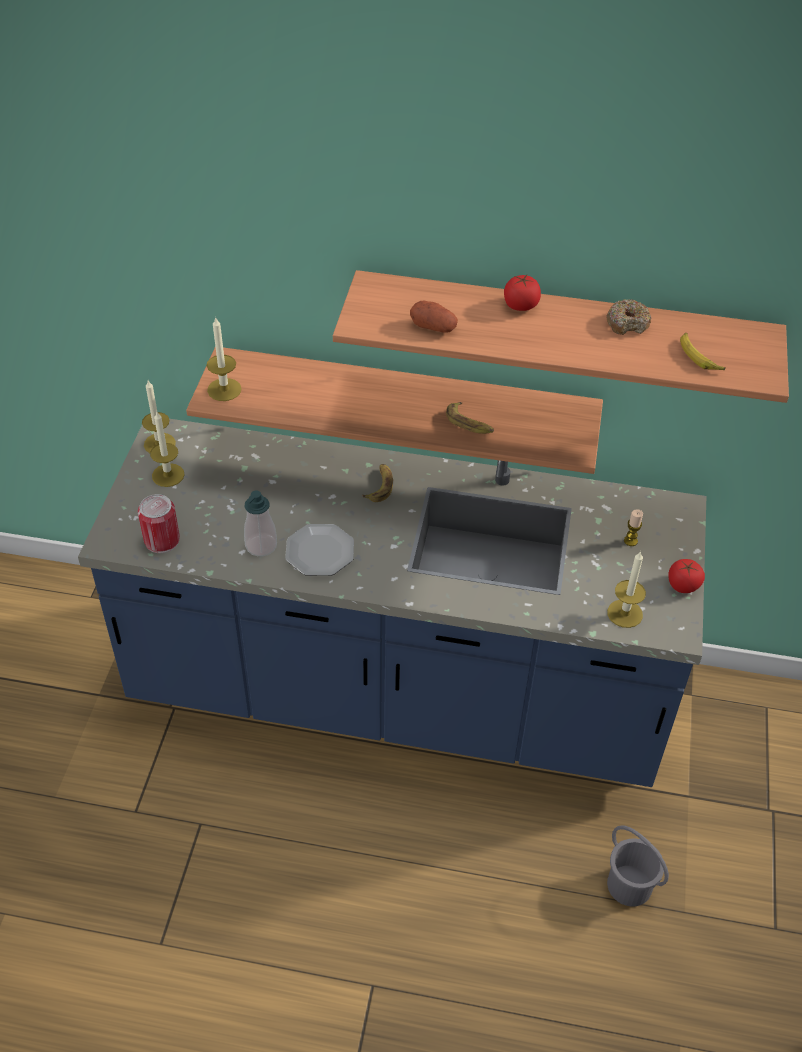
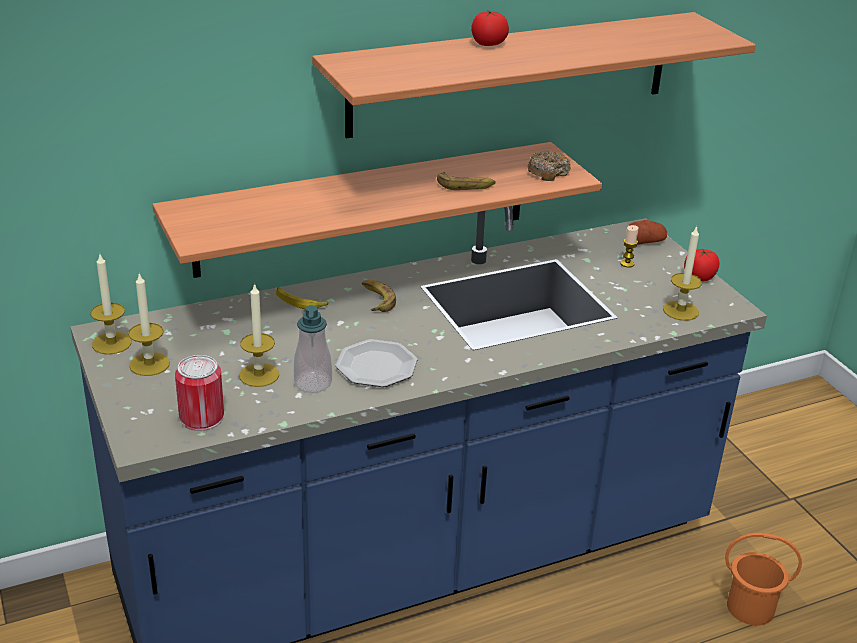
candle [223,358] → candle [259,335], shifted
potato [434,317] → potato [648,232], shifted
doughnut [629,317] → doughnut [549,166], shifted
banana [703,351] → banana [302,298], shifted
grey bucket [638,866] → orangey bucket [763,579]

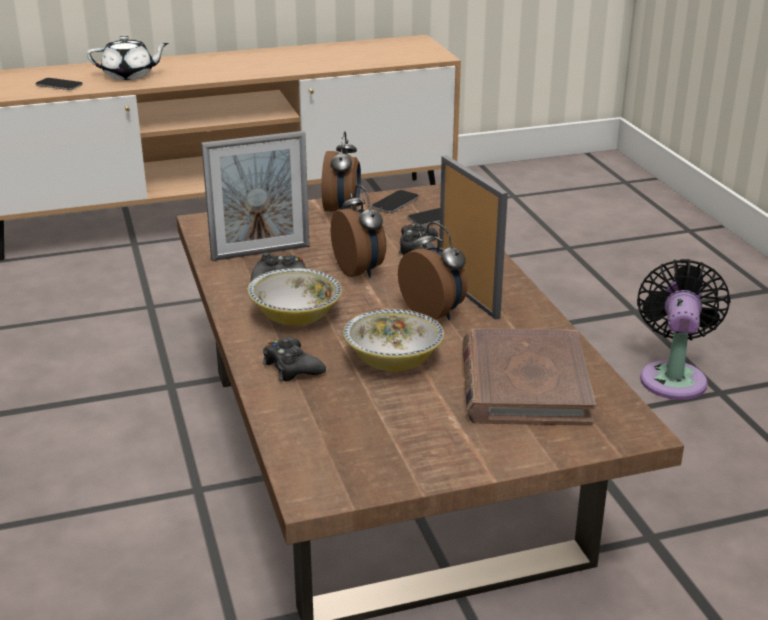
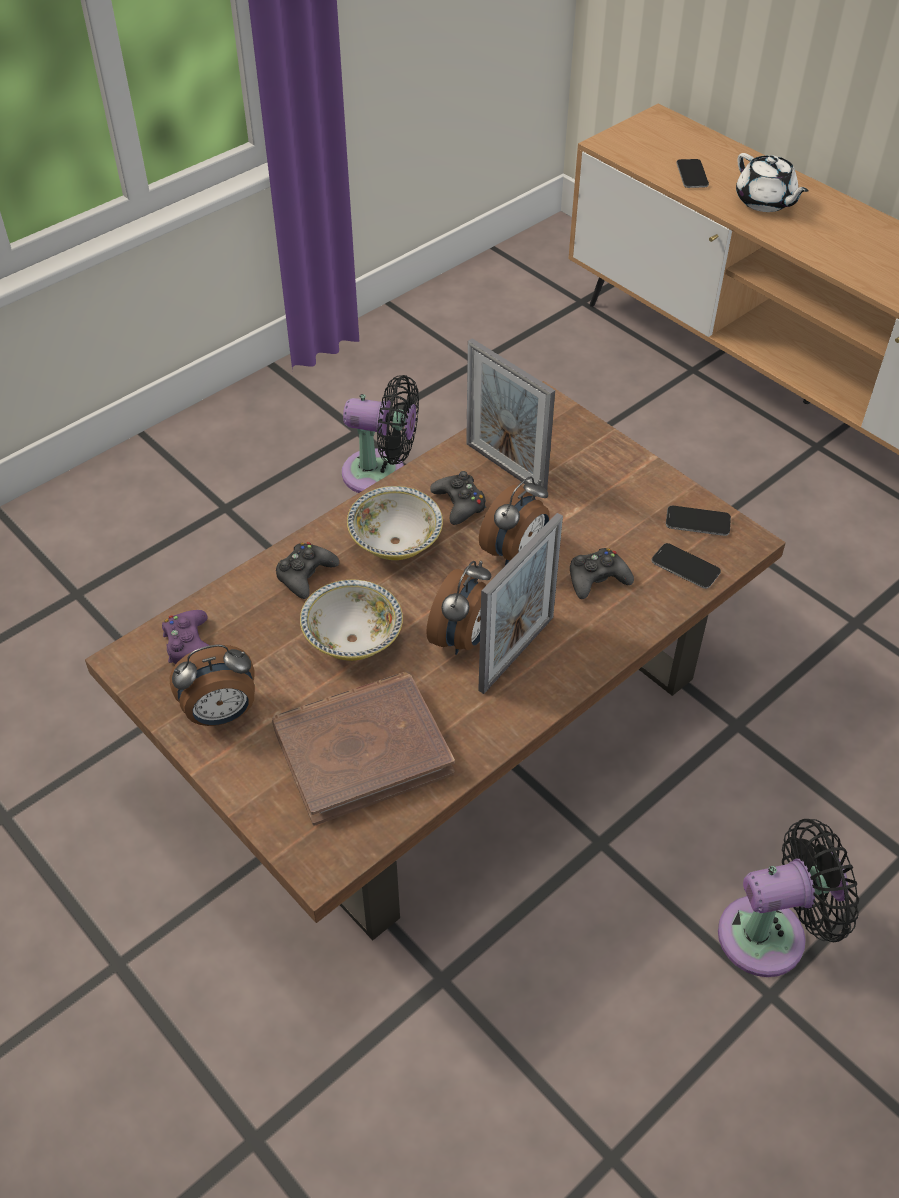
- → purplish gamepad [186,637]
- → blackish fan [380,434]
alarm clock [341,171] → alarm clock [212,685], shifted

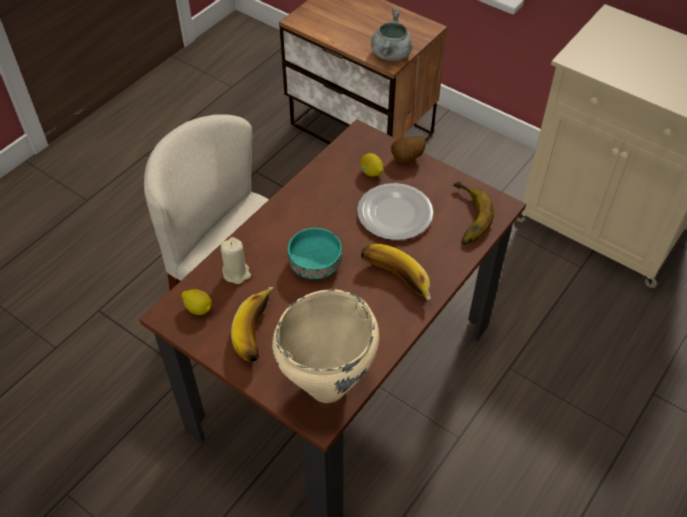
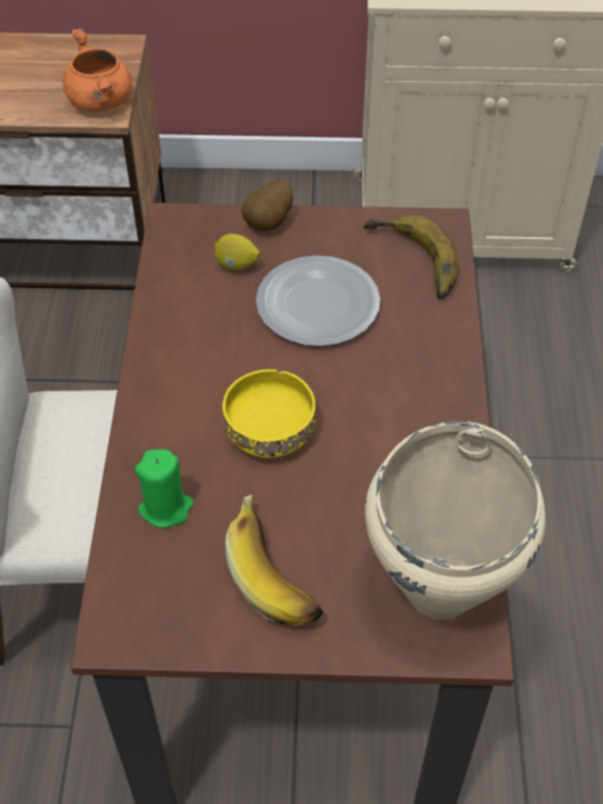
lemon [196,302] → -
banana [396,271] → -
beige-coloured candle [236,260] → green-coloured candle [164,488]
turquoise serving bowl [315,253] → yellow-coloured serving bowl [269,413]
grey saucepot [392,34] → orangey saucepot [97,70]

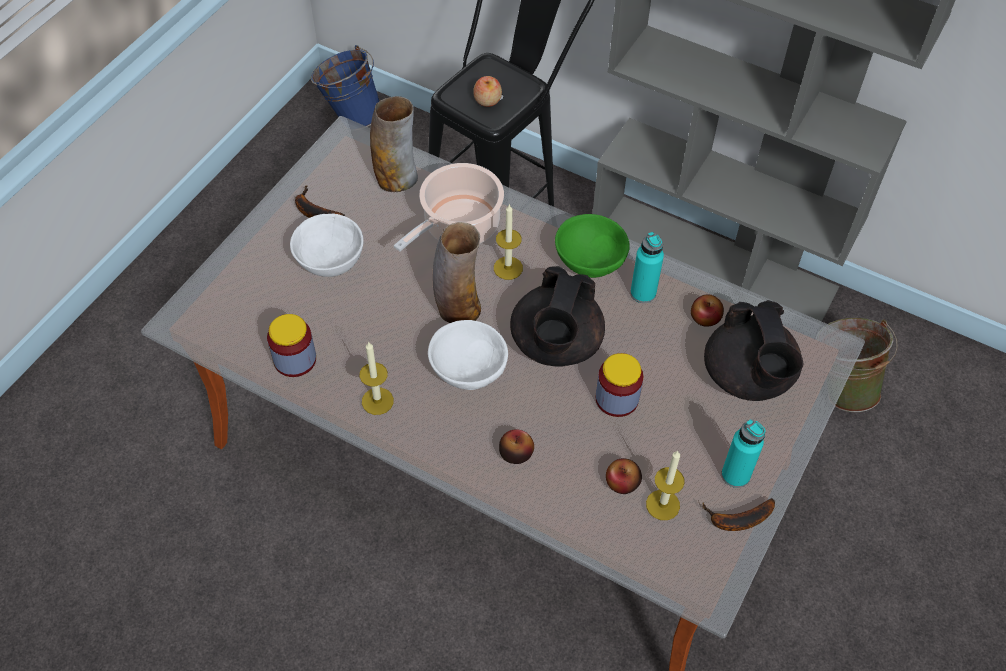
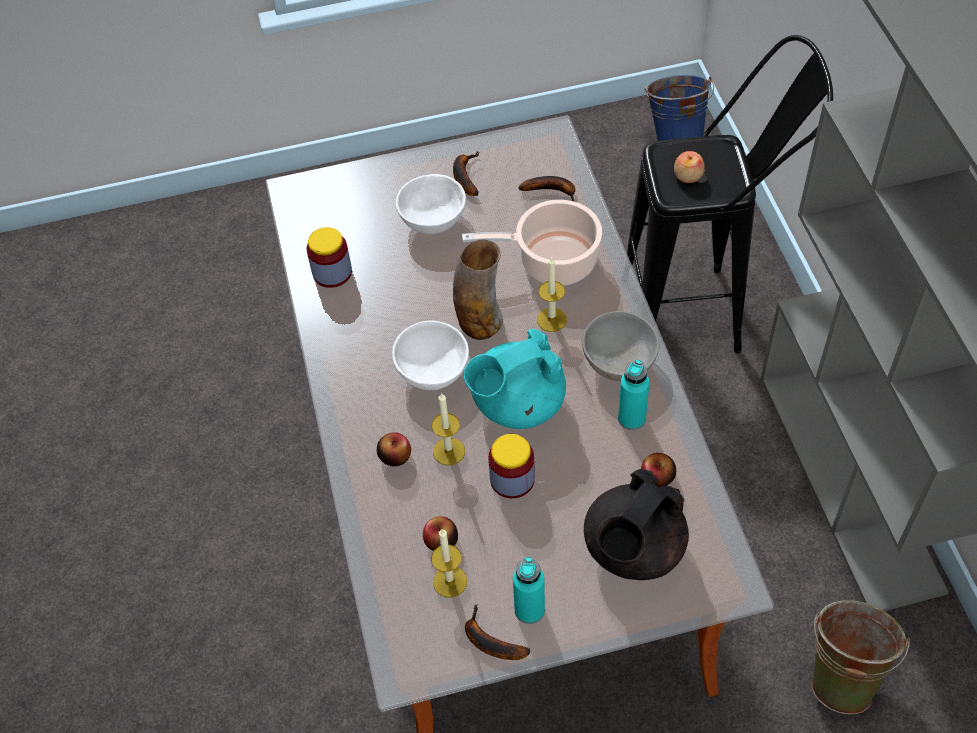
candle [376,378] → candle [448,429], shifted
vase [394,144] → banana [547,188]
blackish pot for tea [557,316] → turquoise pot for tea [515,379]
green-coloured serving bowl [592,246] → grey serving bowl [620,346]

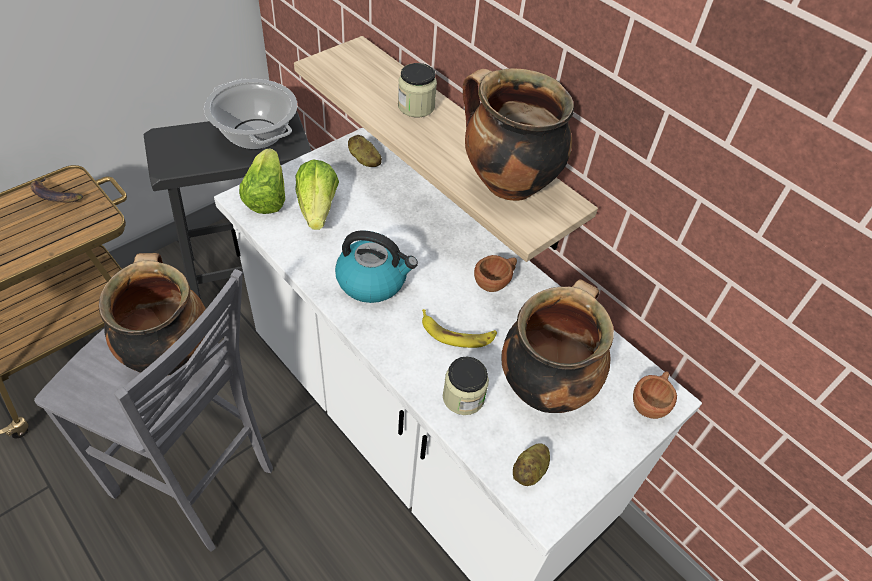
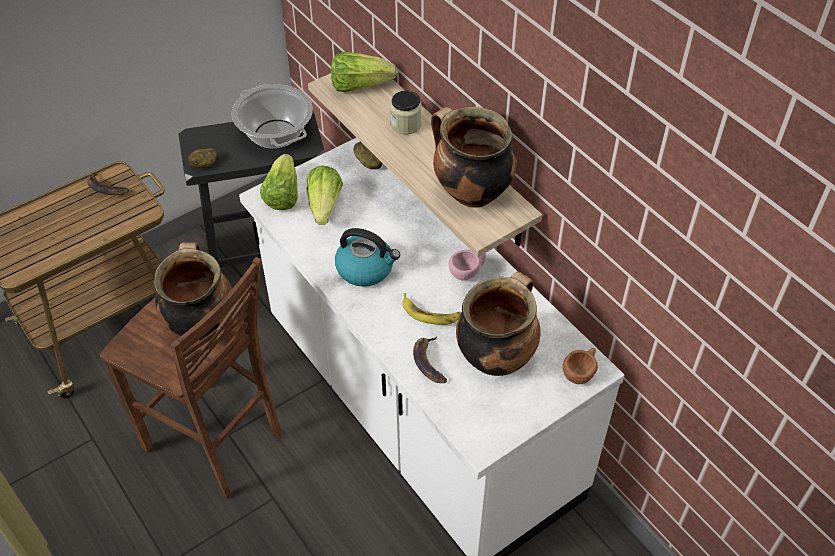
- → head of lettuce [364,72]
potato [531,464] → potato [202,158], shifted
preserve jar [466,386] → banana [430,359]
grey stool [153,410] → brownish stool [191,378]
brownish small cup [495,273] → pinkish small cup [467,265]

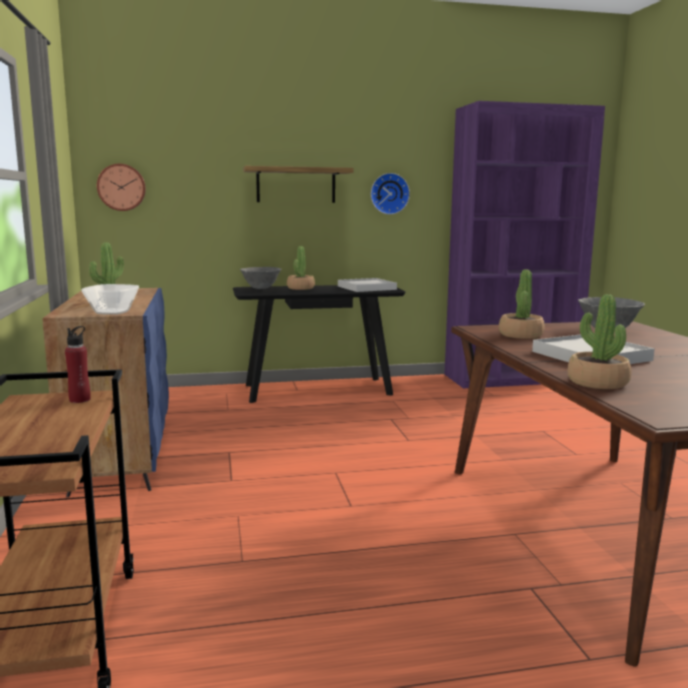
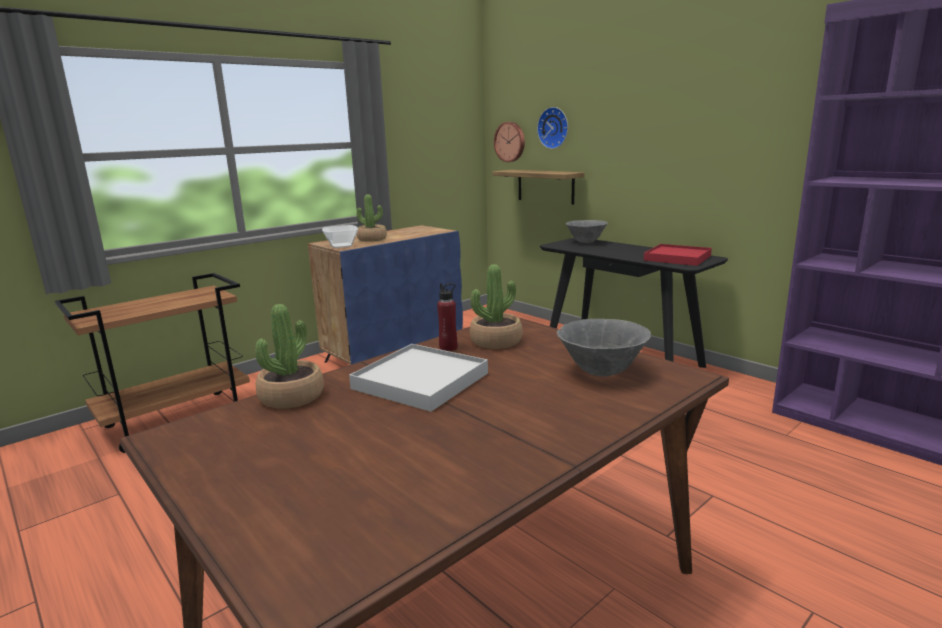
potted plant [301,268] → -
red beverage bottle [78,364] → red beverage bottle [447,317], shifted
wall shelf [298,184] → wall shelf [538,187], shifted
wall clock [390,194] → wall clock [552,128], shifted
white tray [367,285] → red tray [678,255]

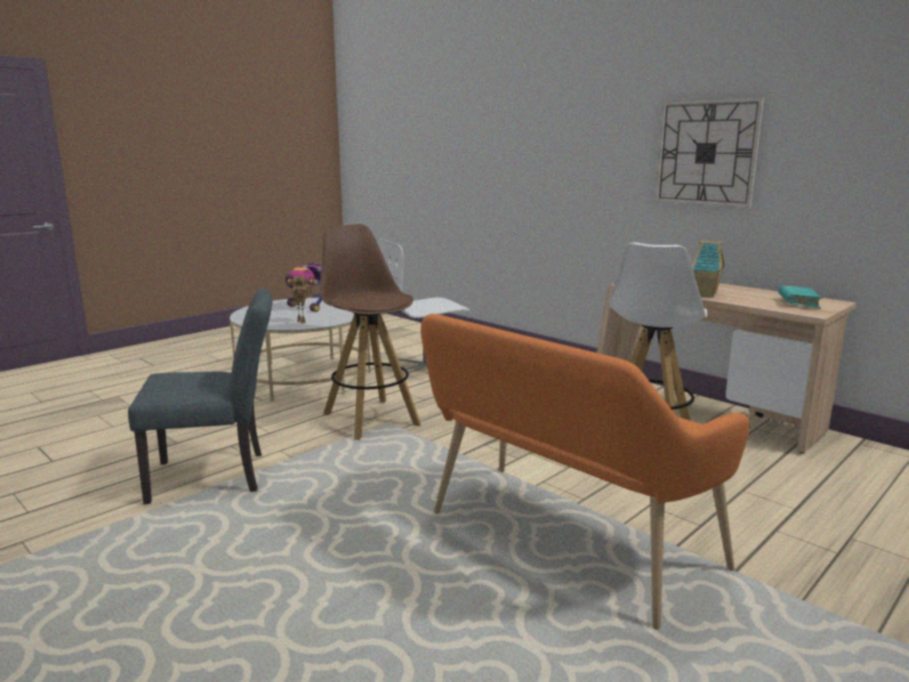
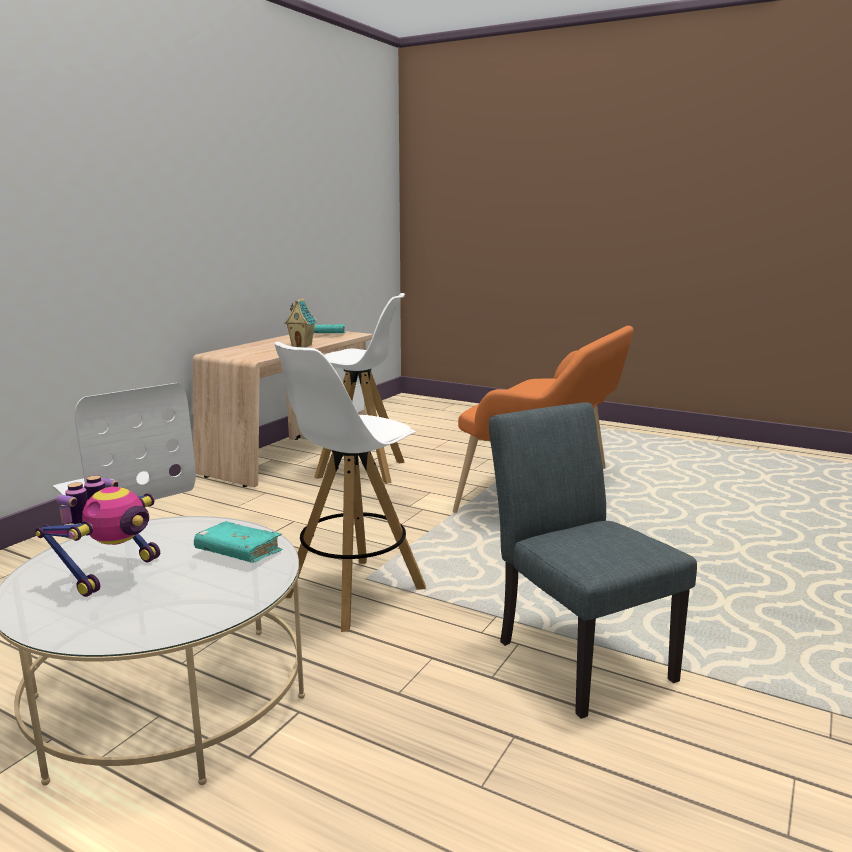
wall clock [709,152] → -
robot figure [301,299] → turquoise book [238,542]
brownish stool [370,332] → white stool [350,487]

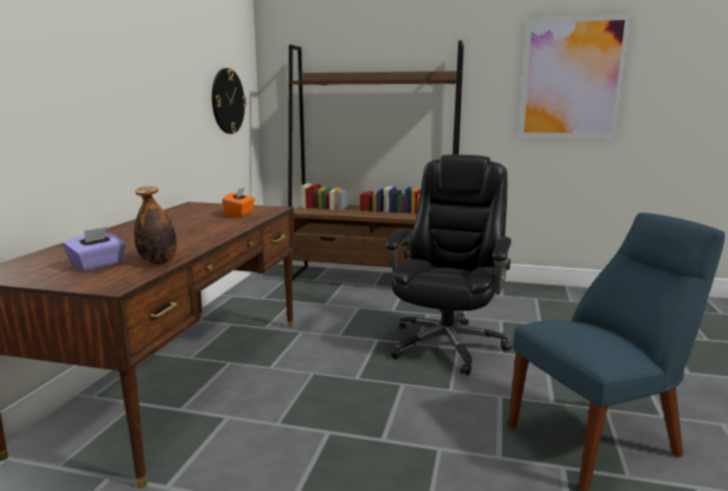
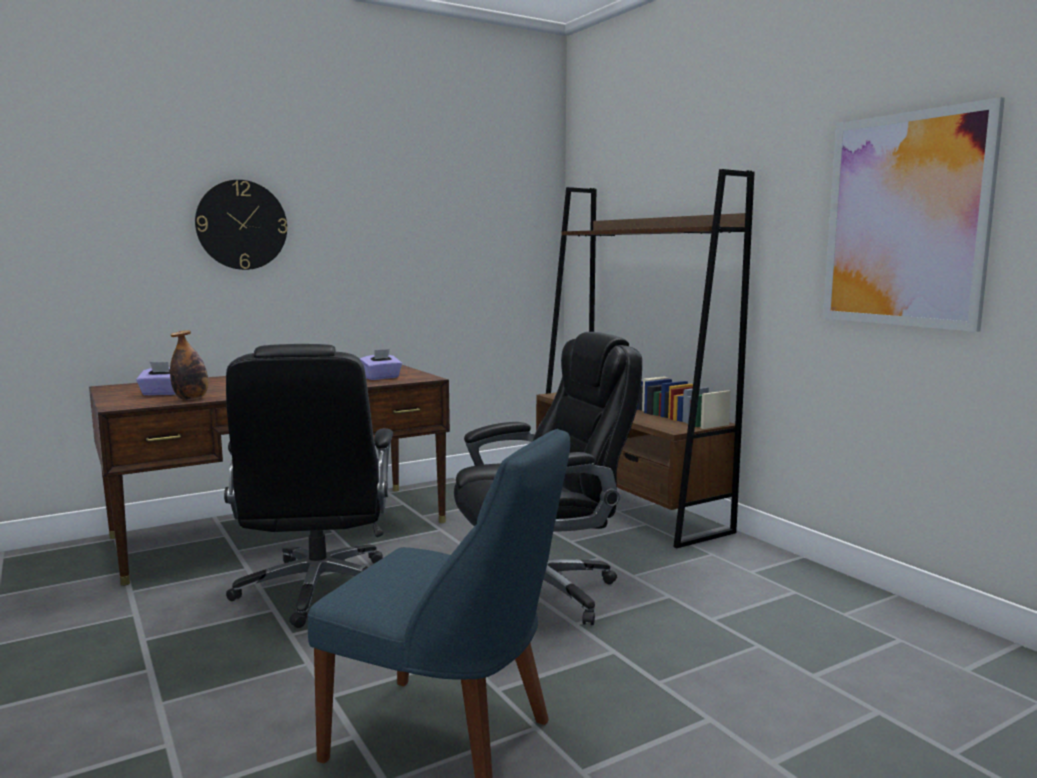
- → blackish desk chair [308,486]
wall clock [229,101] → wall clock [241,225], shifted
orangey tissue holder [238,202] → purplish tissue holder [381,364]

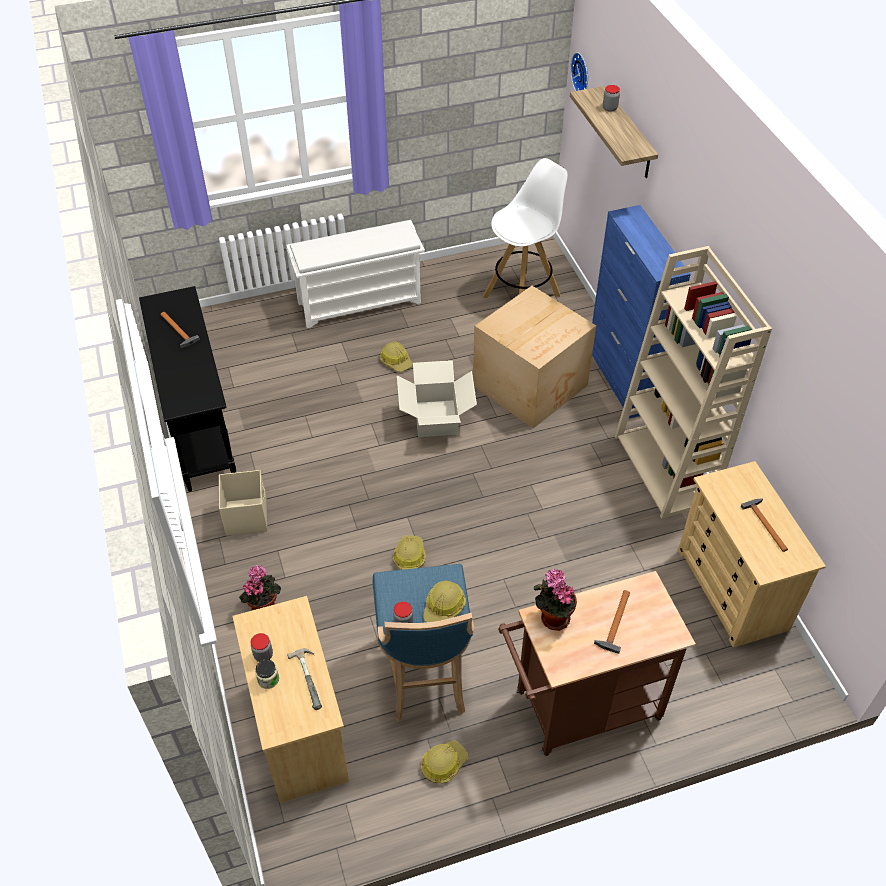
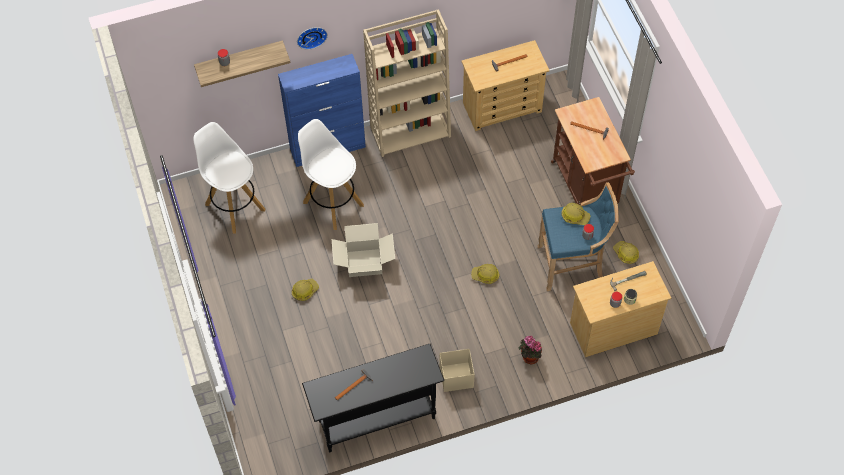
white shoe shelf [356,274] → -
potted plant [555,600] → -
wall clock [579,71] → wall clock [312,38], shifted
packing box [534,357] → white stool [331,174]

